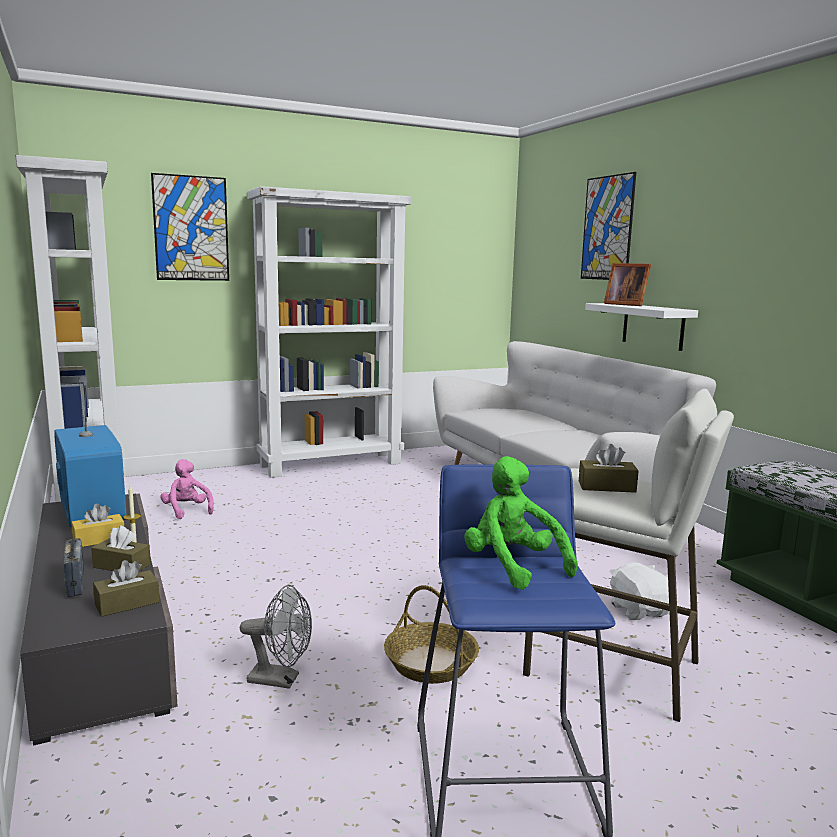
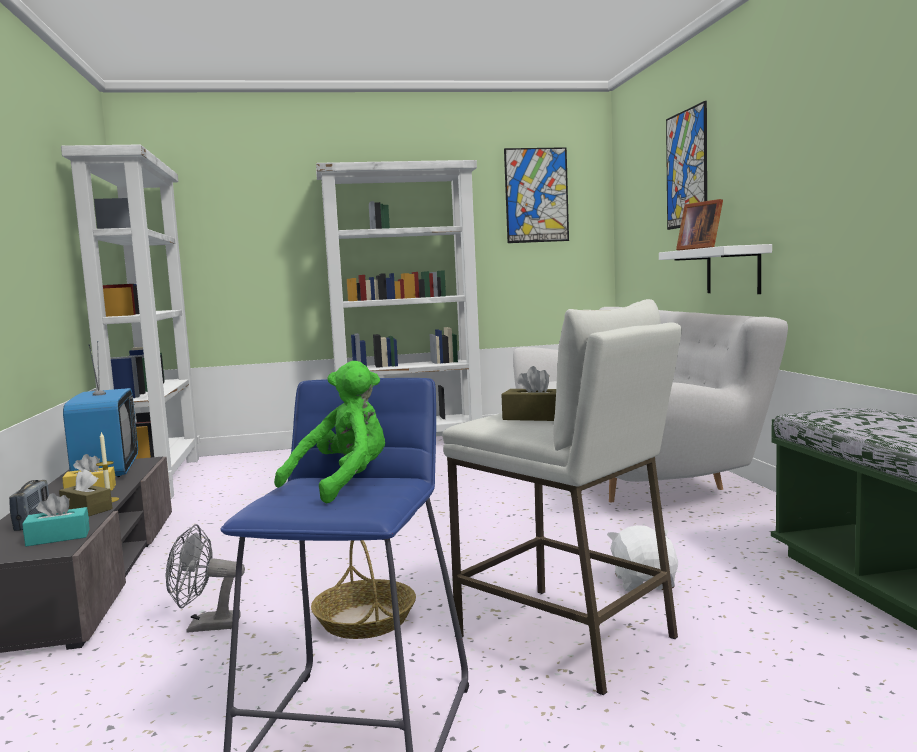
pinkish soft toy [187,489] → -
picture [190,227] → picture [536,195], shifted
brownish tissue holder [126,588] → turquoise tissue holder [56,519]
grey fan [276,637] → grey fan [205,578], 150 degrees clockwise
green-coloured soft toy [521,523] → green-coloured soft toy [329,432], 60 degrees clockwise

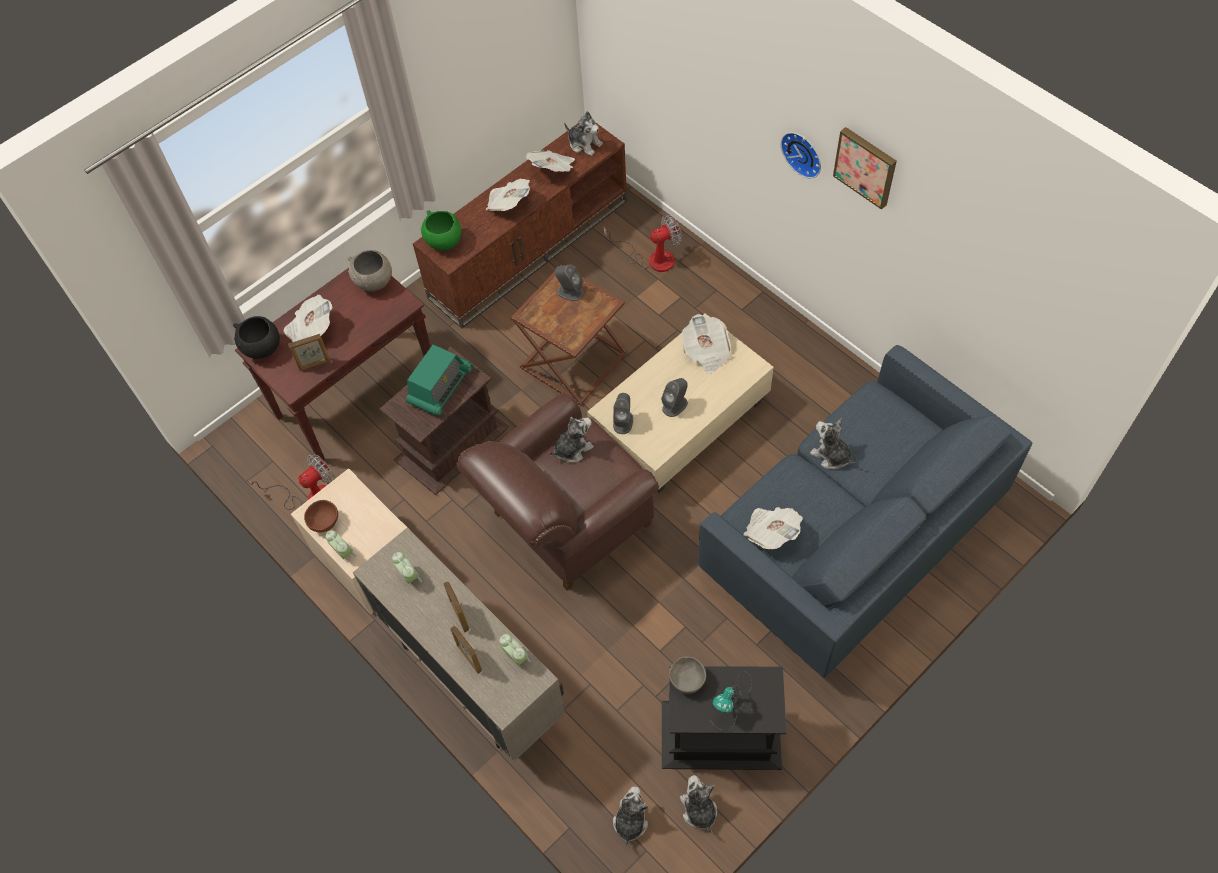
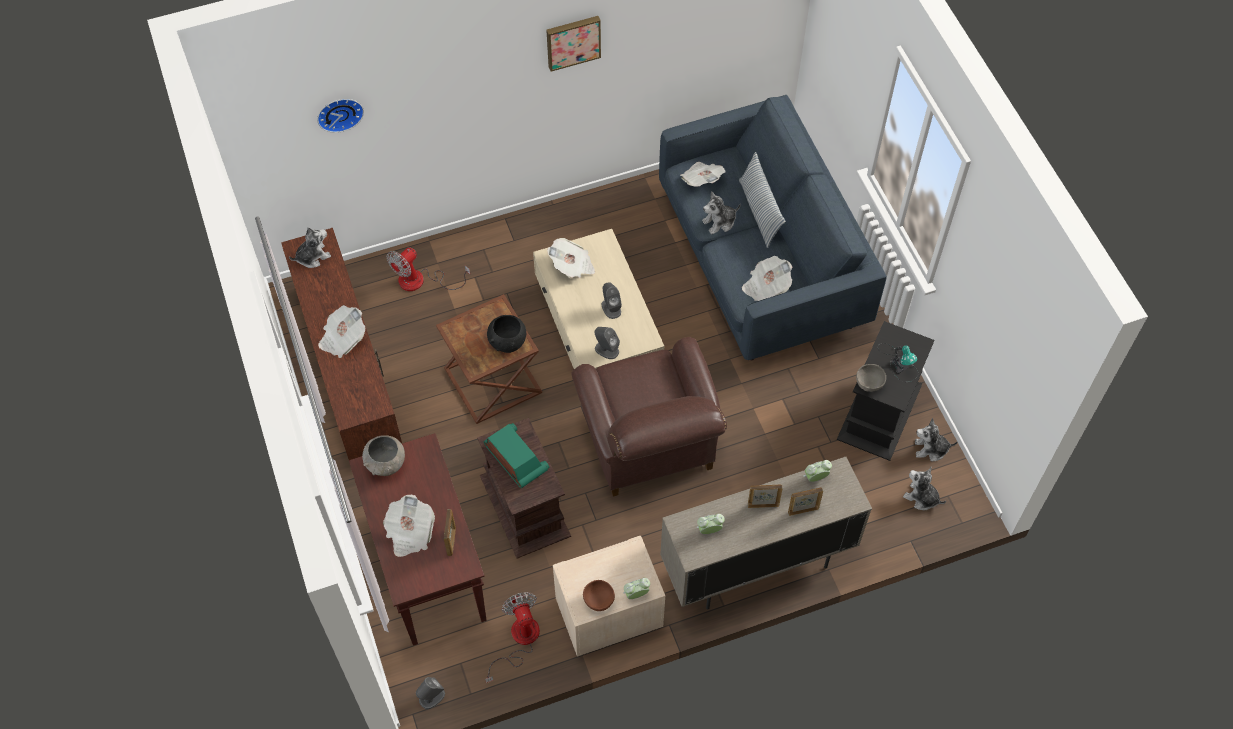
green-coloured serving bowl [441,230] → -
soft toy [571,440] → -
- → cushion [762,200]
blackish serving bowl [256,337] → blackish serving bowl [506,334], shifted
newspaper [550,161] → newspaper [703,174], shifted
grey audio speaker [569,283] → grey audio speaker [430,693], shifted
wall clock [801,155] → wall clock [340,116], shifted
fan [642,243] → fan [428,269], 135 degrees counterclockwise

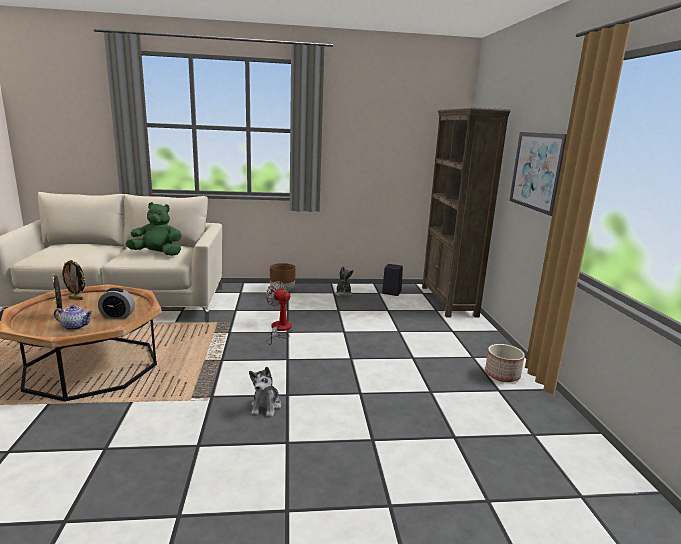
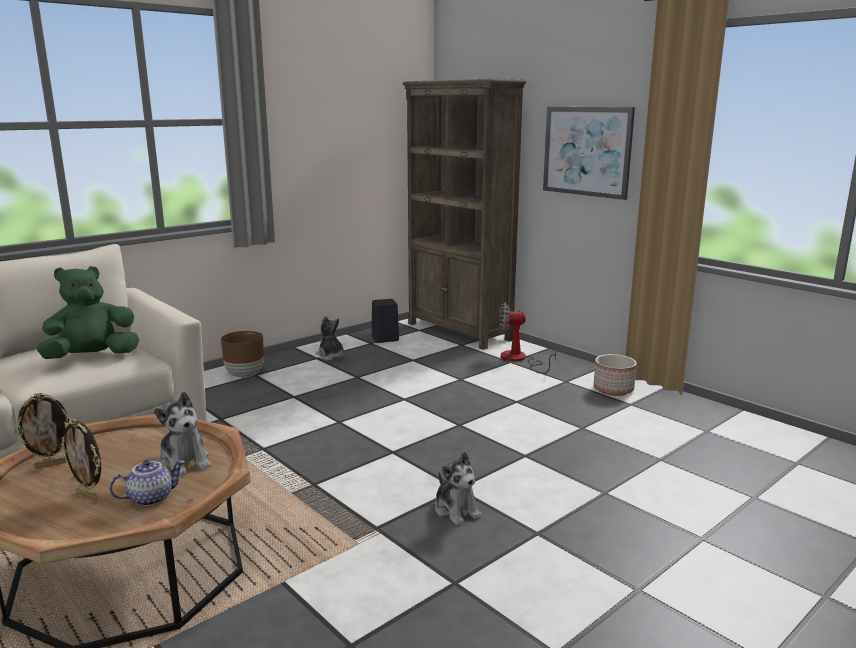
fan [279,313] → fan [527,338], shifted
alarm clock [116,303] → soft toy [182,434]

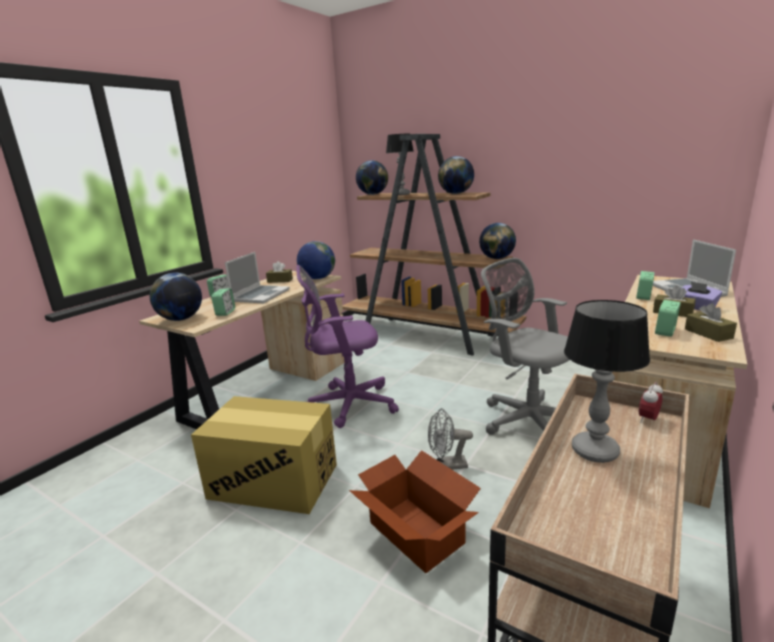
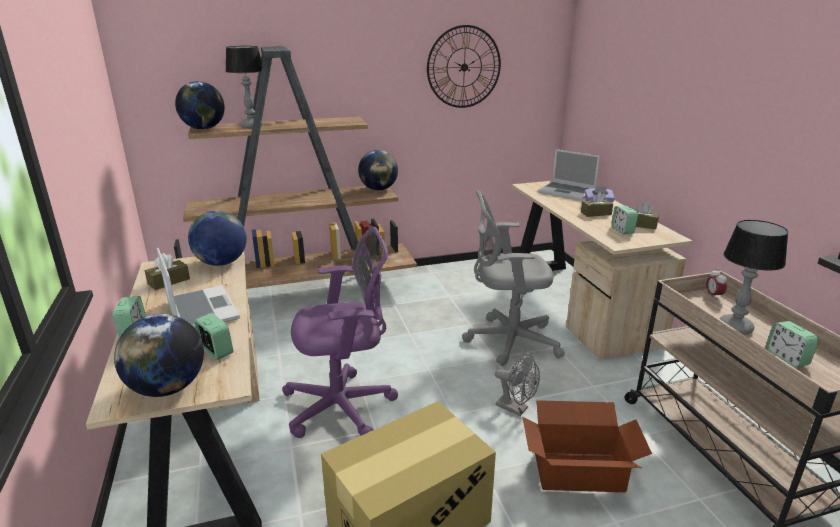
globe [456,175] → -
- → wall clock [464,66]
alarm clock [645,285] → alarm clock [792,344], shifted
purplish desk chair [347,346] → purplish desk chair [340,332], 135 degrees counterclockwise
grey fan [450,439] → grey fan [517,385], 90 degrees counterclockwise

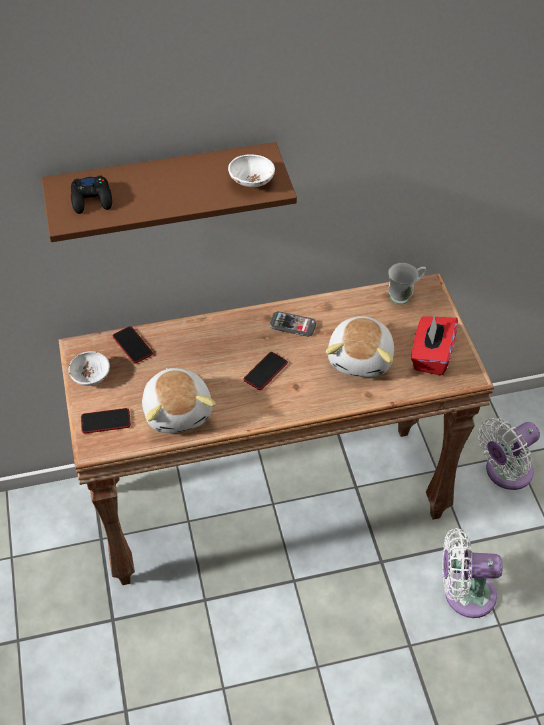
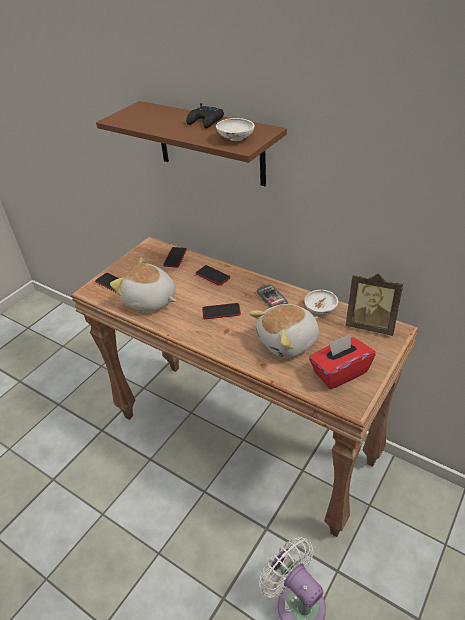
white fan [509,454] → -
- → telephone [213,275]
white serving bowl [89,368] → white serving bowl [321,302], shifted
blackish gamepad [91,194] → blackish gamepad [205,115], shifted
white coffee mug [407,284] → standing frame [375,304]
soft toy [179,400] → soft toy [143,284], 90 degrees clockwise

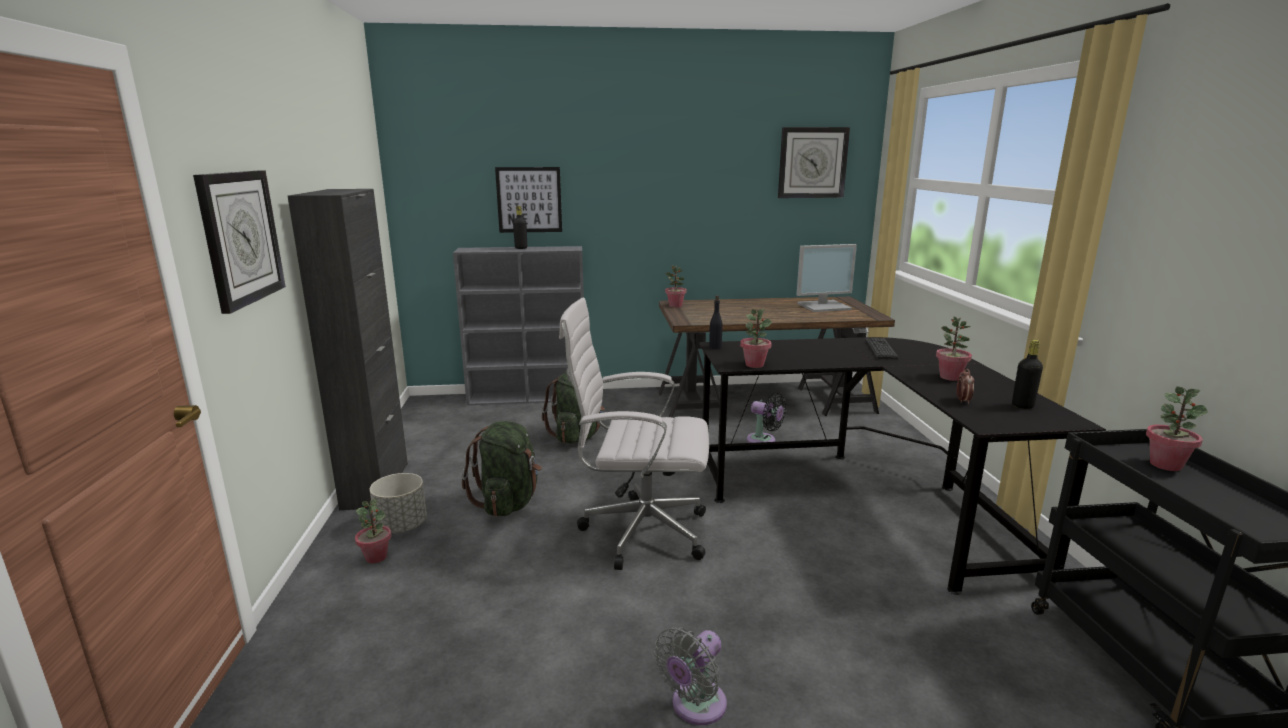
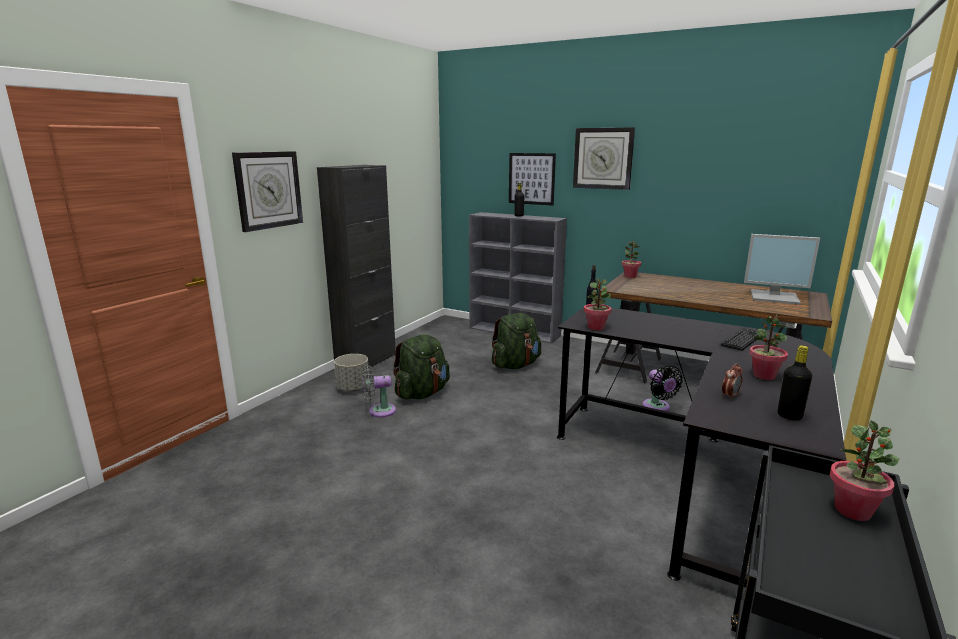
potted plant [373,531] → -
white desk chair [634,434] → -
grey fan [690,676] → grey fan [379,391], shifted
wall clock [814,162] → wall clock [604,159], shifted

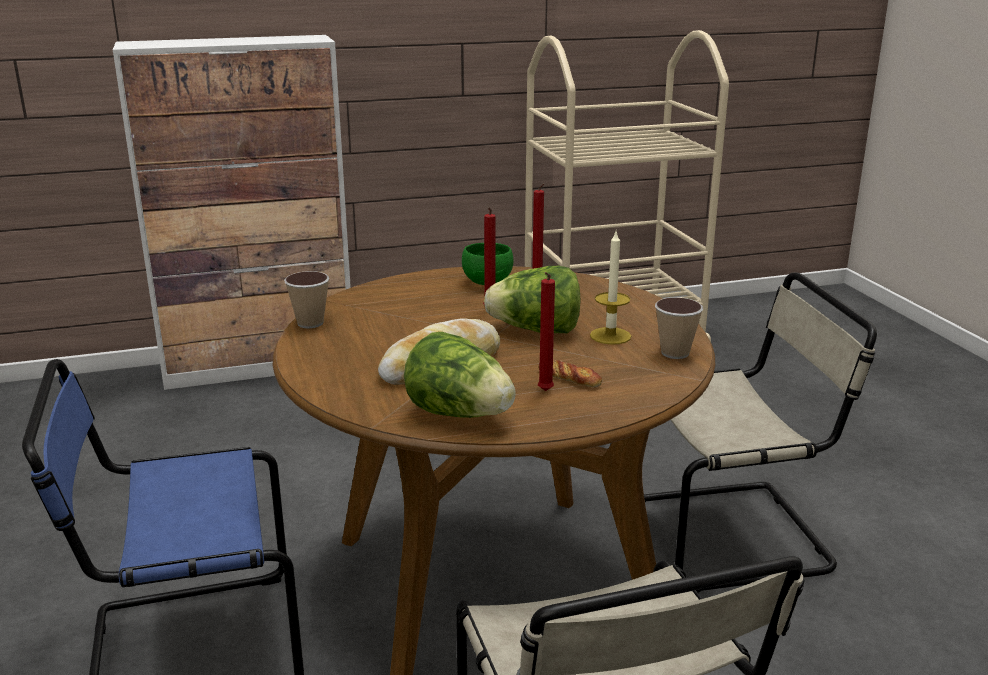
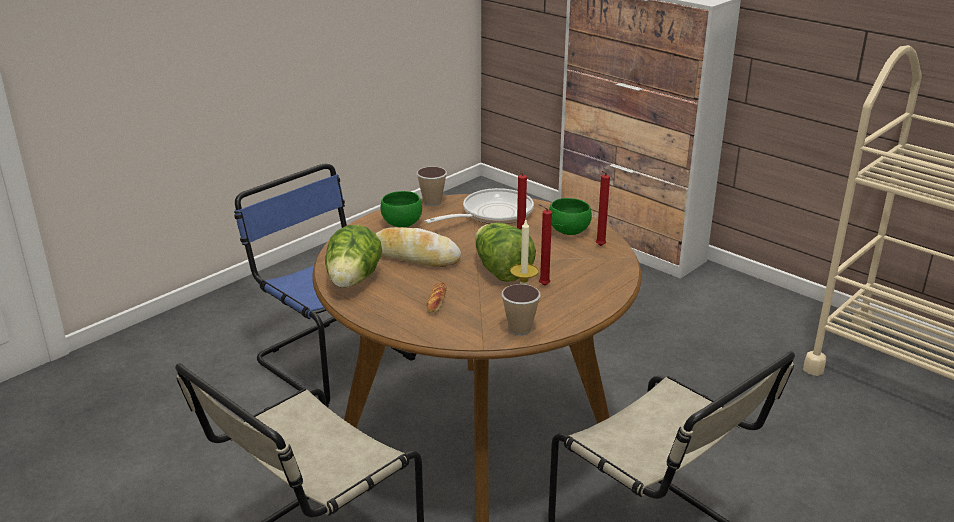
- → green-coloured serving bowl [401,209]
- → skillet [479,206]
red candle [546,331] → red candle [545,245], shifted

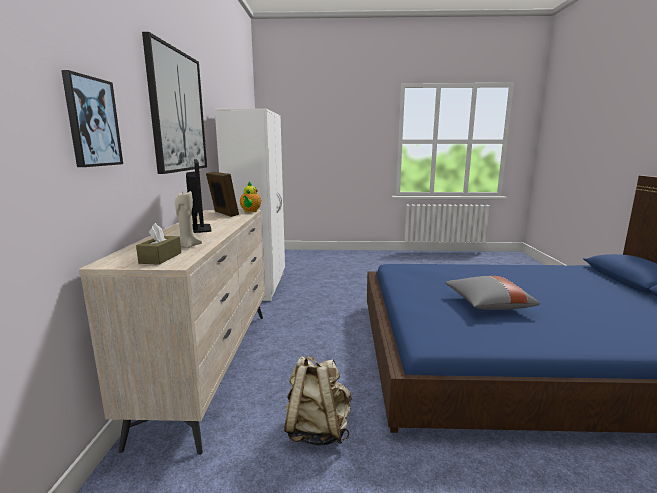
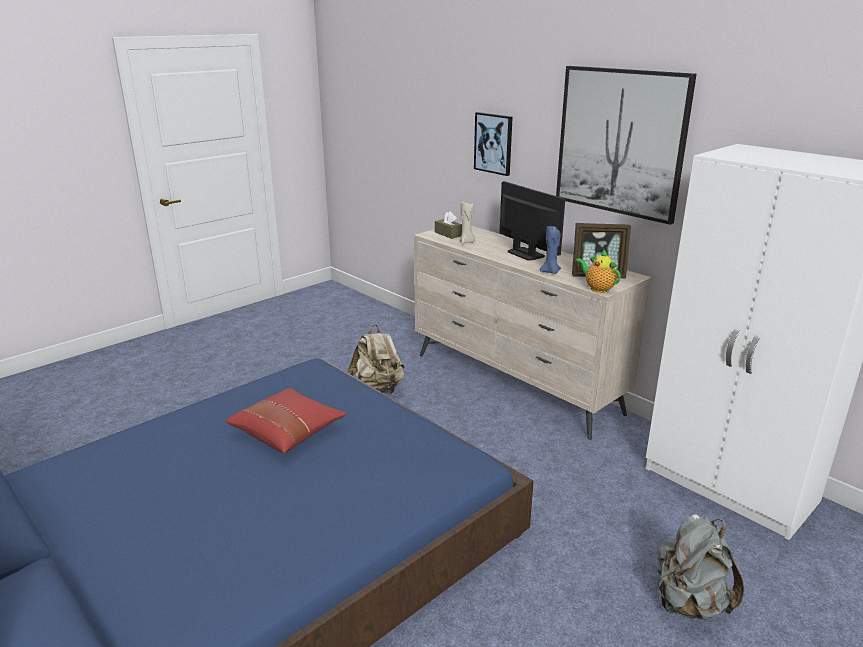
- → blue-coloured candle [550,250]
- → grey knapsack [700,567]
grey cushion [492,293] → red cushion [286,421]
computer display [199,196] → computer display [532,221], 150 degrees counterclockwise

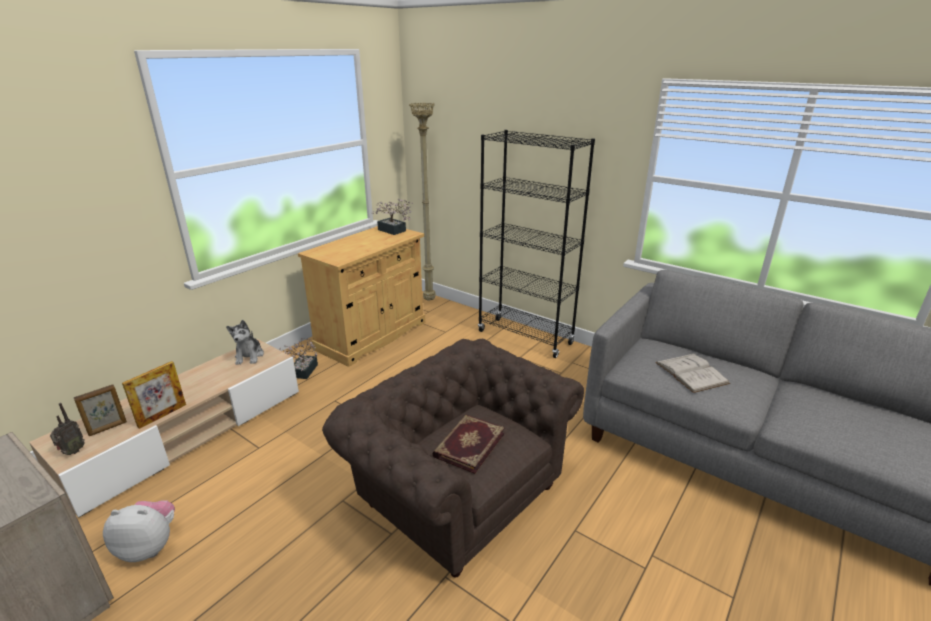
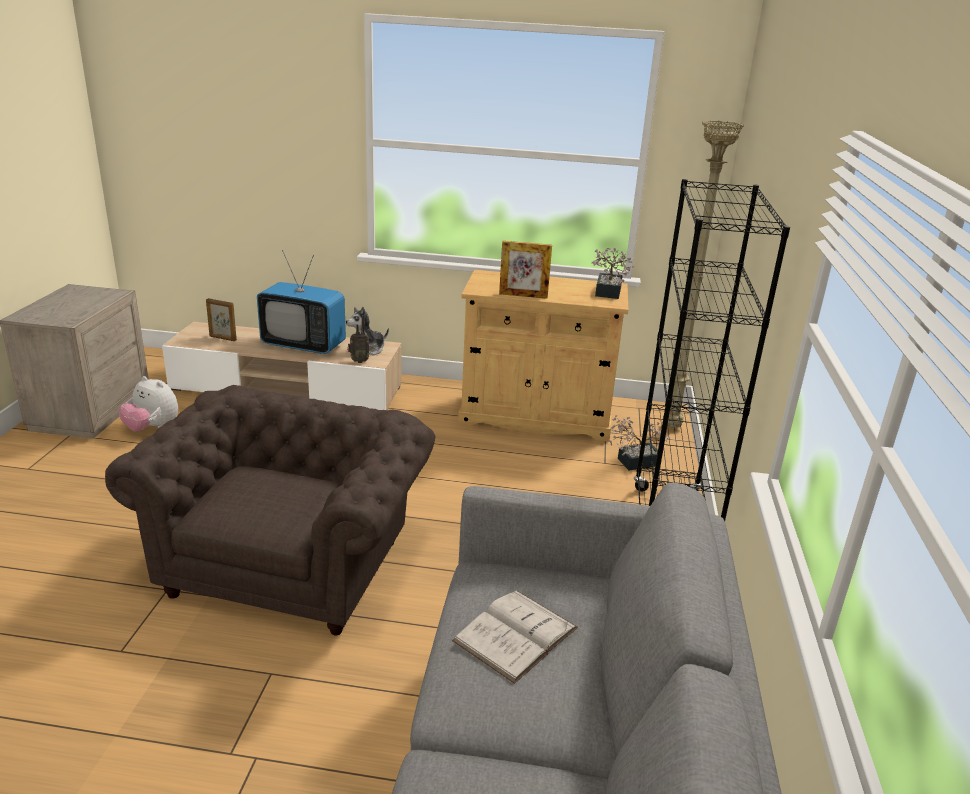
book [469,444] → -
- → TV set [301,302]
radio set [67,429] → radio set [358,339], shifted
standing frame [154,395] → standing frame [525,270], shifted
potted plant [298,358] → potted plant [639,443], shifted
soft toy [139,531] → soft toy [148,404], 150 degrees clockwise

